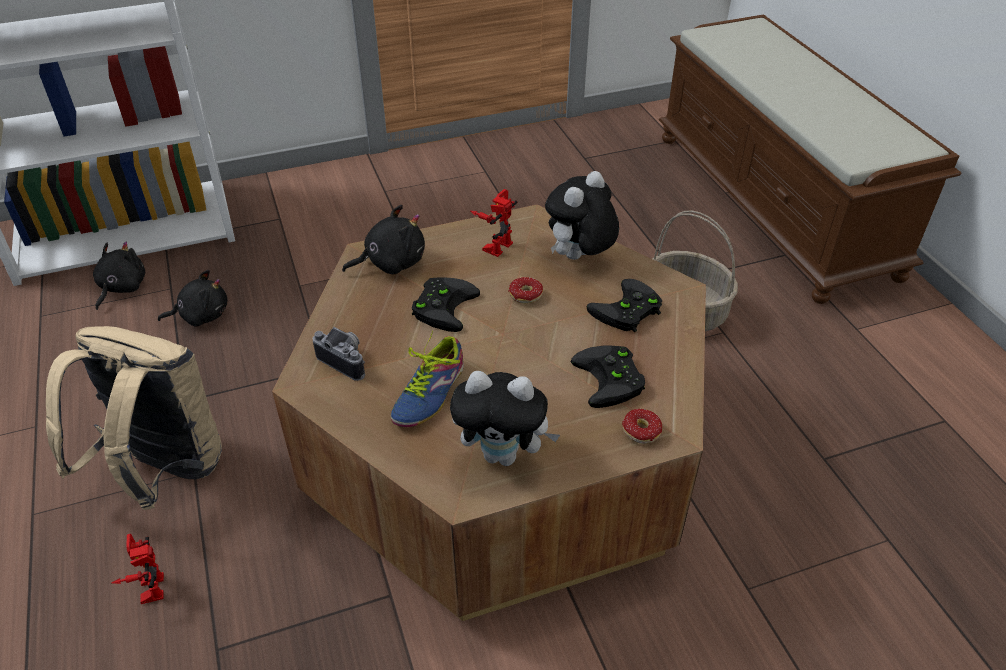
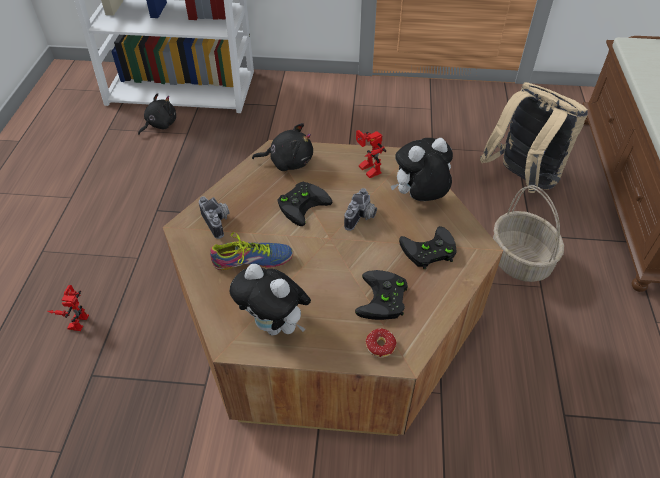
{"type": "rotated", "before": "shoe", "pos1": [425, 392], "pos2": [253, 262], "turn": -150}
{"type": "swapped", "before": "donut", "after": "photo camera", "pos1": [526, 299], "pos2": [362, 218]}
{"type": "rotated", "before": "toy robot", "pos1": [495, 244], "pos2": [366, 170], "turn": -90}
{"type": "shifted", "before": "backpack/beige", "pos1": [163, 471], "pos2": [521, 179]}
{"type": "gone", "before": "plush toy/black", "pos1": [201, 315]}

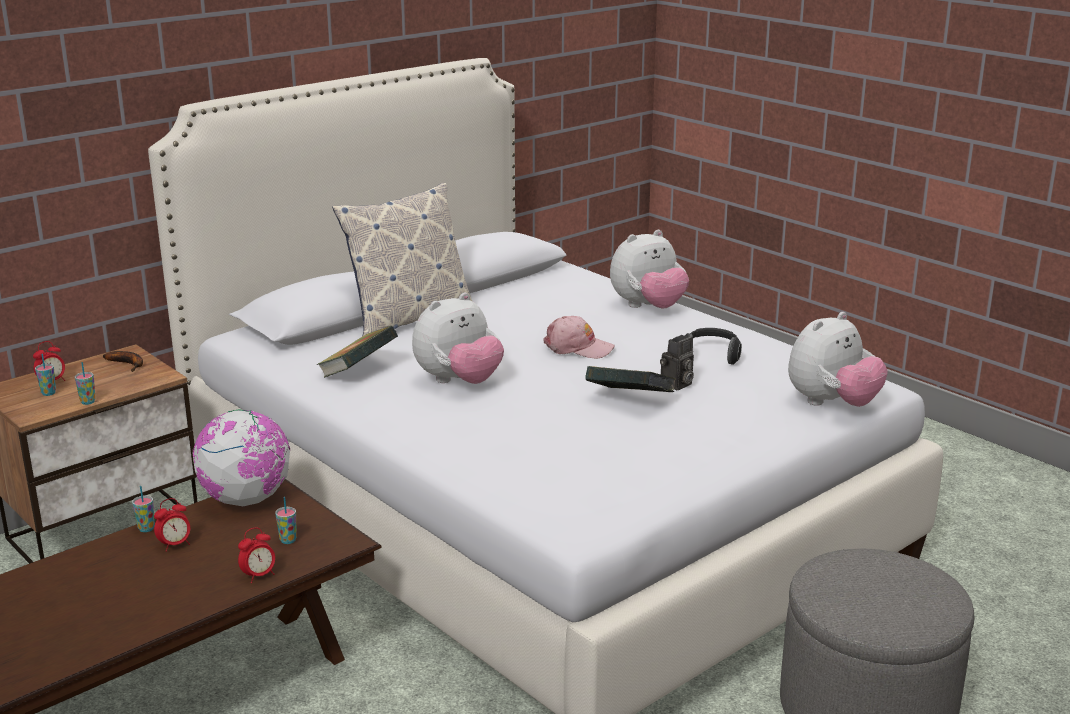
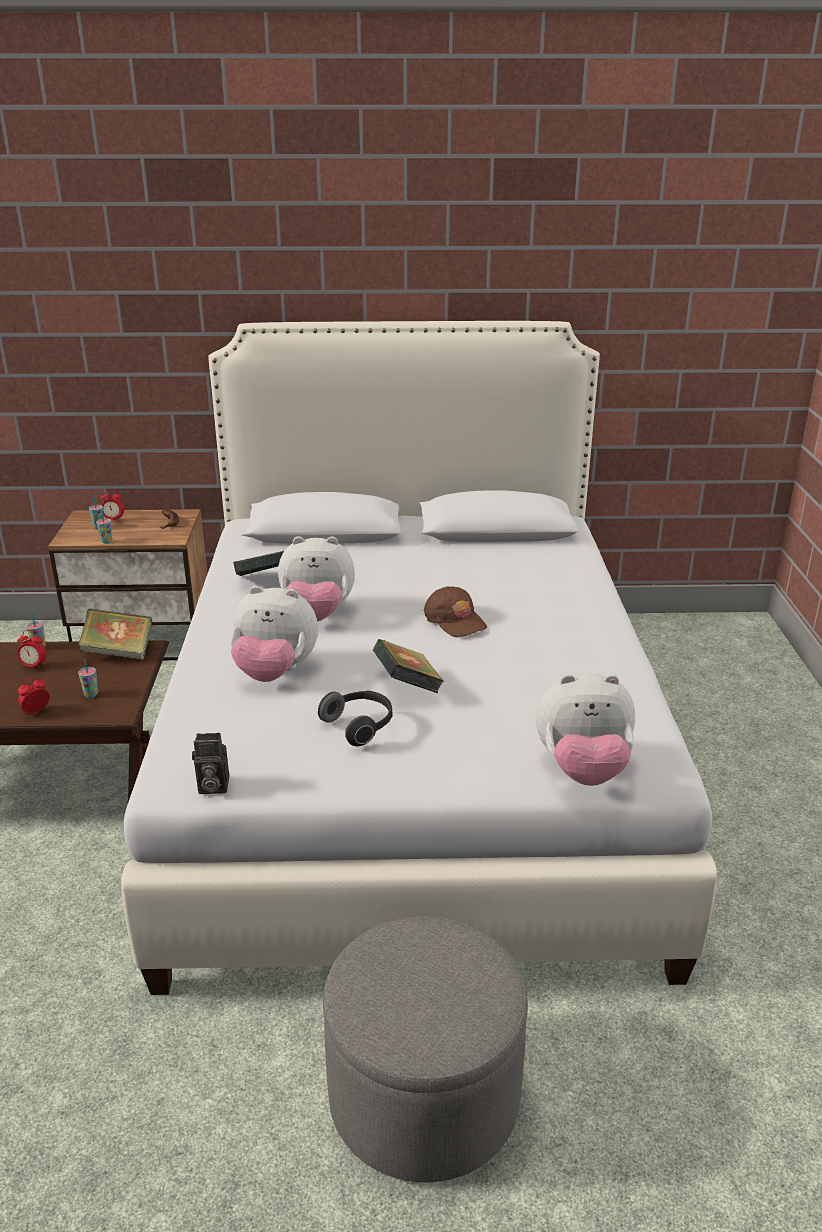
{"type": "rotated", "before": "alarm clock", "pos1": [259, 576], "pos2": [36, 712], "turn": 135}
{"type": "swapped", "before": "globe", "after": "book", "pos1": [247, 499], "pos2": [119, 652]}
{"type": "shifted", "before": "photo camera", "pos1": [676, 385], "pos2": [211, 786]}
{"type": "shifted", "before": "plush toy", "pos1": [648, 307], "pos2": [275, 672]}
{"type": "shifted", "before": "headphones", "pos1": [711, 355], "pos2": [360, 726]}
{"type": "repainted", "before": "cap/pink", "after": "cap/brown", "pos1": [578, 347], "pos2": [455, 620]}
{"type": "gone", "before": "pillow", "pos1": [408, 319]}

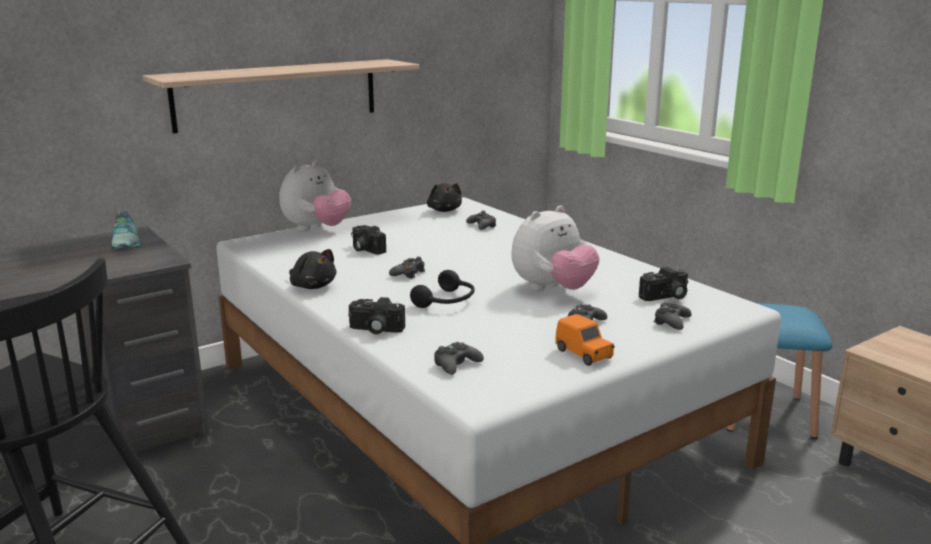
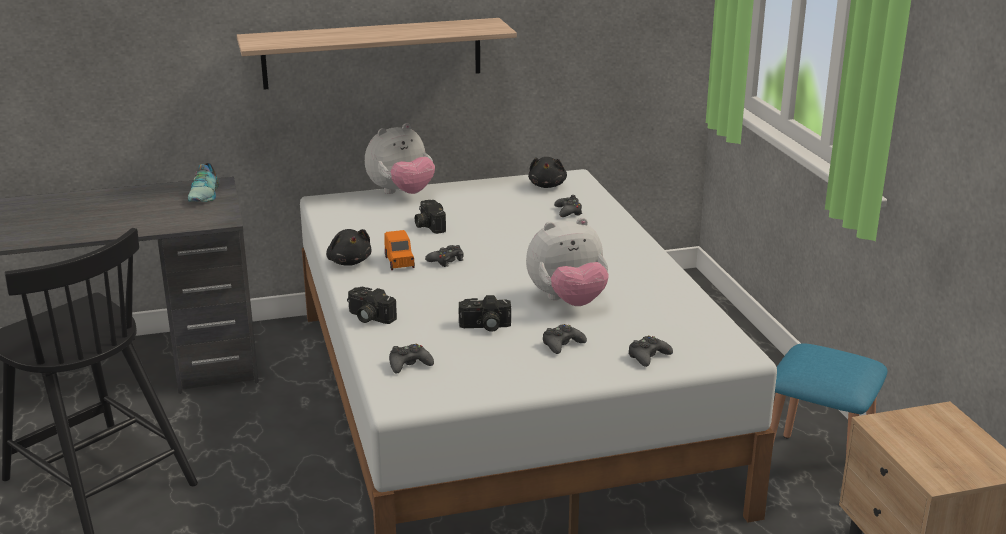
{"type": "shifted", "before": "toy car/orange", "pos1": [584, 354], "pos2": [399, 262]}
{"type": "shifted", "before": "photo camera", "pos1": [665, 297], "pos2": [485, 326]}
{"type": "gone", "before": "headphones/black", "pos1": [447, 301]}

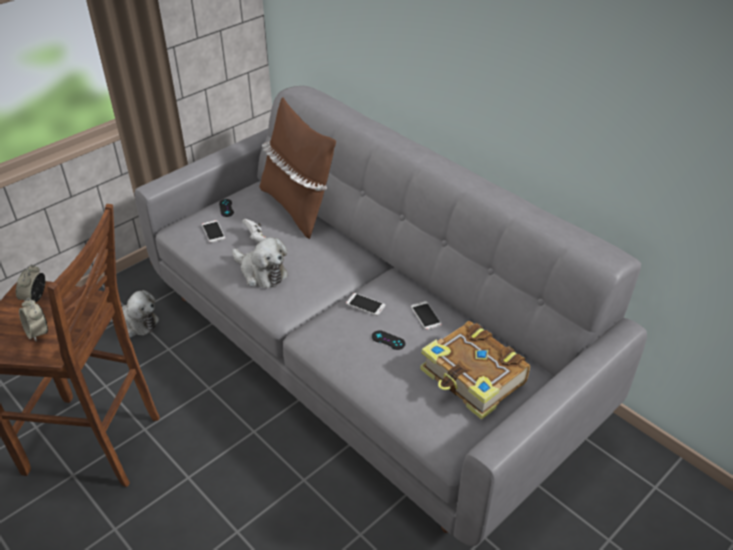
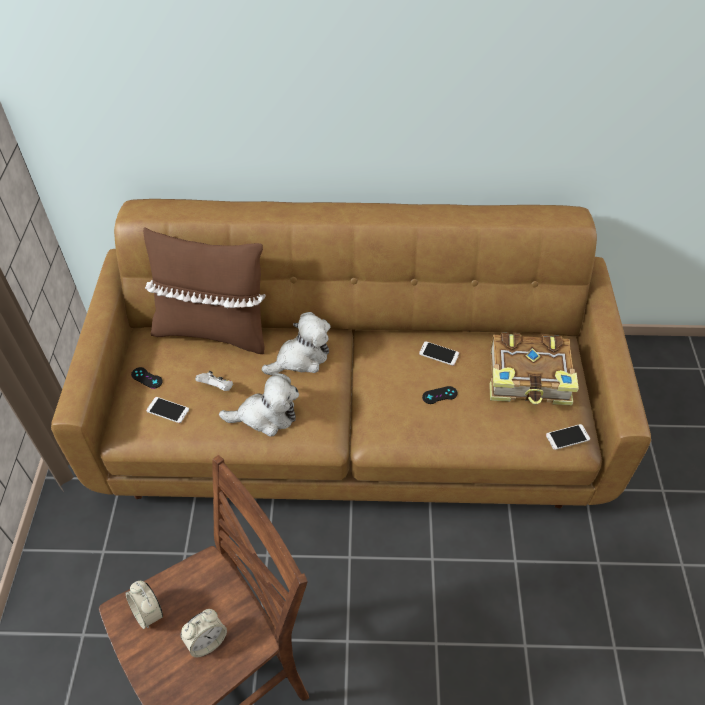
{"type": "repainted", "before": "sofa/grey", "after": "sofa/brown", "pos1": [366, 351], "pos2": [352, 418]}
{"type": "rotated", "before": "alarm clock", "pos1": [38, 333], "pos2": [206, 640], "turn": -45}
{"type": "shifted", "before": "plush toy", "pos1": [134, 323], "pos2": [301, 358]}
{"type": "shifted", "before": "phone", "pos1": [365, 304], "pos2": [567, 437]}

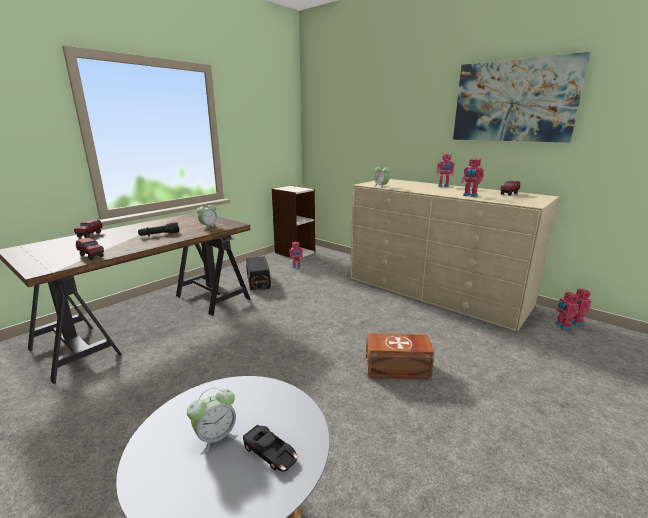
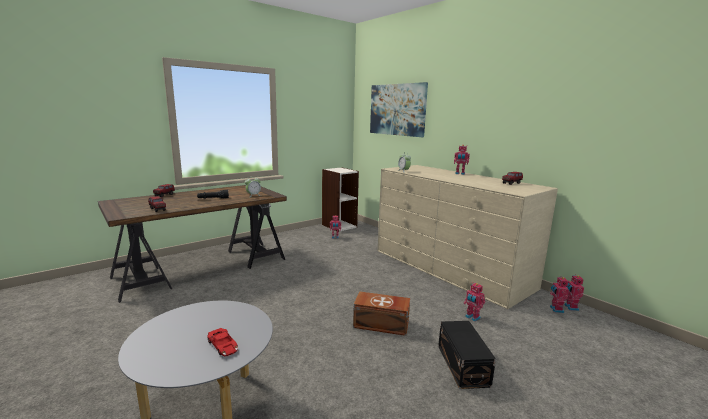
{"type": "repainted", "before": "toy car/black", "after": "toy car/red", "pos1": [270, 452], "pos2": [223, 346]}
{"type": "shifted", "before": "picture", "pos1": [513, 101], "pos2": [397, 109]}
{"type": "shifted", "before": "storage box/black", "pos1": [259, 281], "pos2": [463, 364]}
{"type": "shifted", "before": "toy robot", "pos1": [470, 195], "pos2": [472, 317]}
{"type": "gone", "before": "alarm clock", "pos1": [216, 437]}

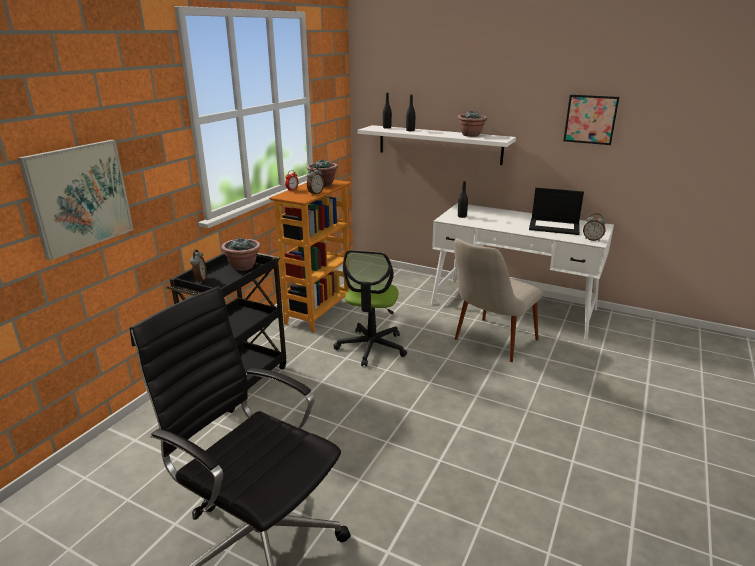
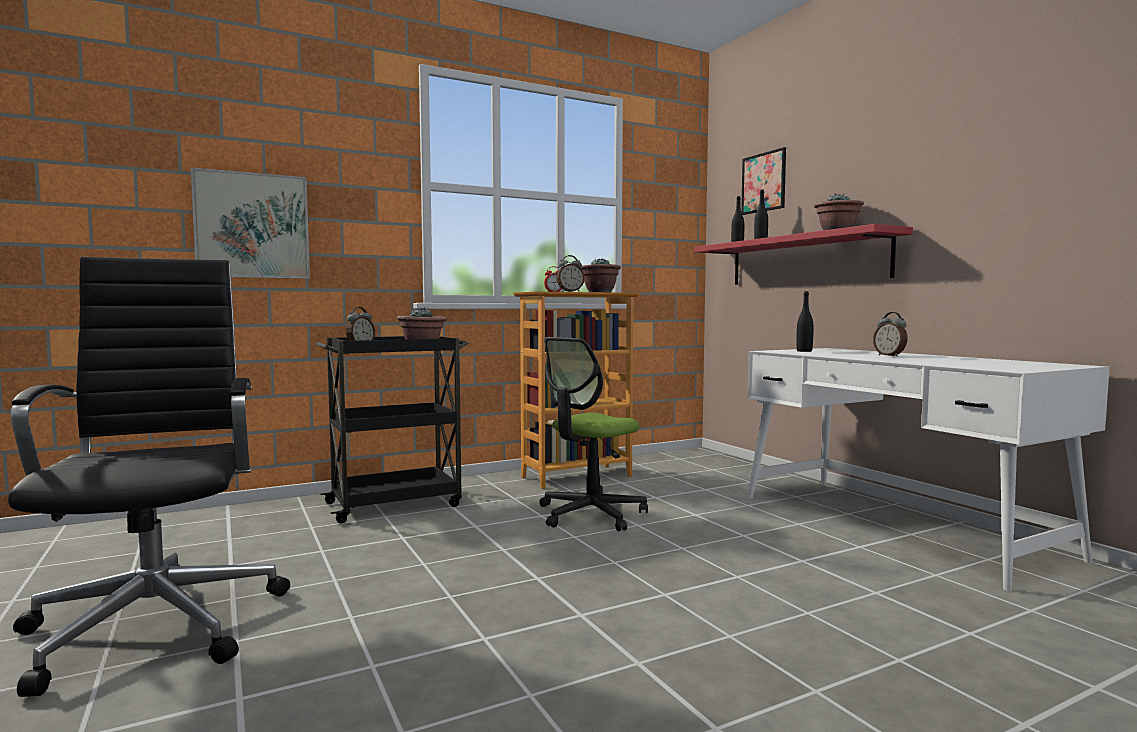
{"type": "repainted", "before": "shelf/white", "after": "shelf/red", "pos1": [439, 144], "pos2": [805, 260]}
{"type": "shifted", "before": "picture", "pos1": [590, 119], "pos2": [763, 182]}
{"type": "shifted", "before": "alarm clock", "pos1": [592, 239], "pos2": [890, 355]}
{"type": "gone", "before": "chair/beige", "pos1": [489, 345]}
{"type": "gone", "before": "laptop", "pos1": [554, 227]}

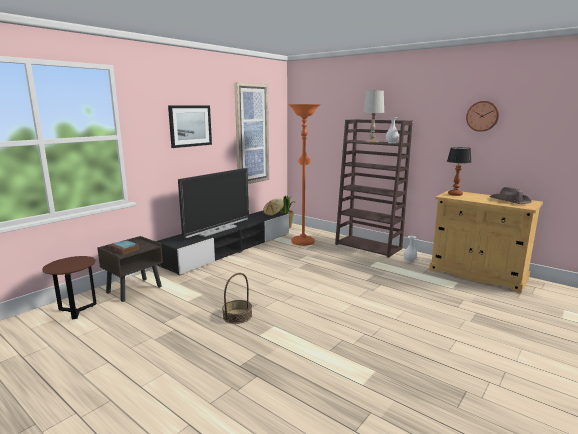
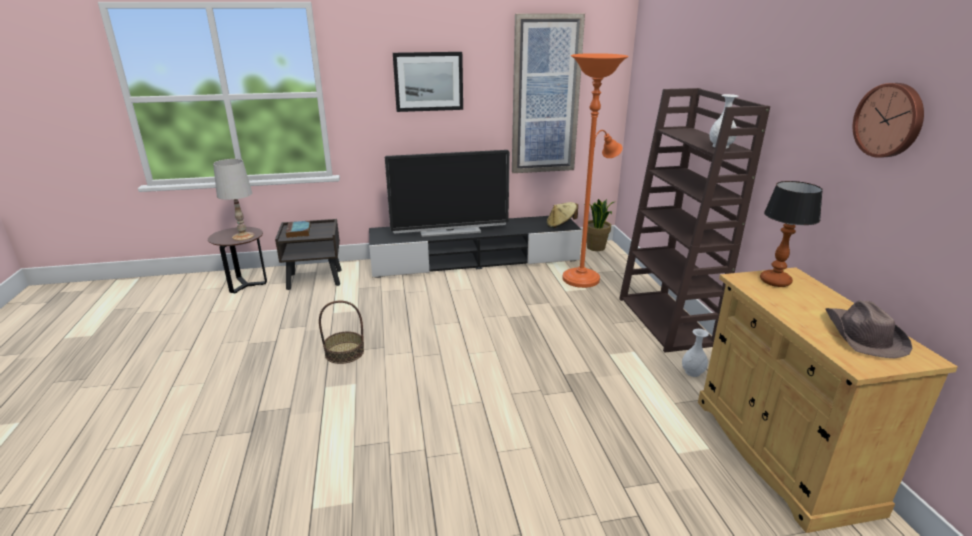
{"type": "shifted", "before": "table lamp/white", "pos1": [371, 141], "pos2": [243, 236]}

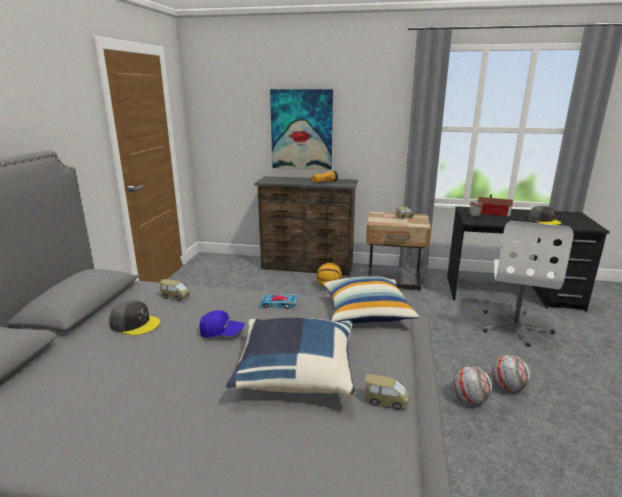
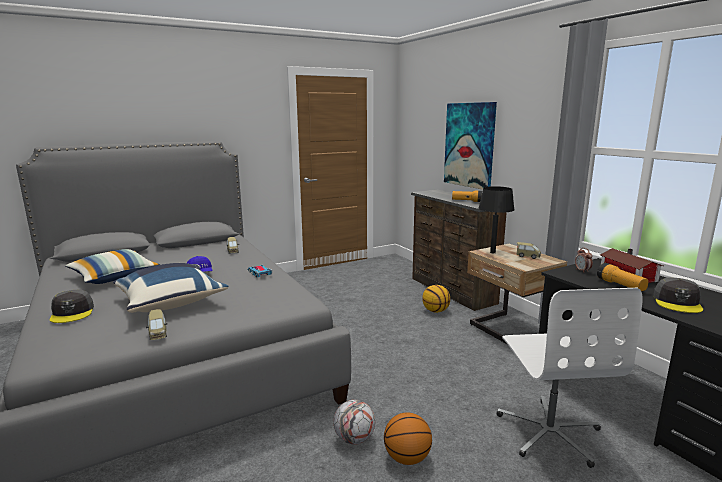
{"type": "shifted", "before": "cap/grey", "pos1": [135, 324], "pos2": [72, 313]}
{"type": "shifted", "before": "pillow", "pos1": [365, 312], "pos2": [114, 277]}
{"type": "swapped", "before": "football", "after": "basketball", "pos1": [508, 387], "pos2": [407, 458]}
{"type": "new", "after": "table lamp/black", "pos2": [493, 252]}
{"type": "rotated", "before": "office chair/white", "pos1": [515, 327], "pos2": [549, 432], "turn": -75}
{"type": "new", "after": "flashlight", "pos2": [620, 285]}

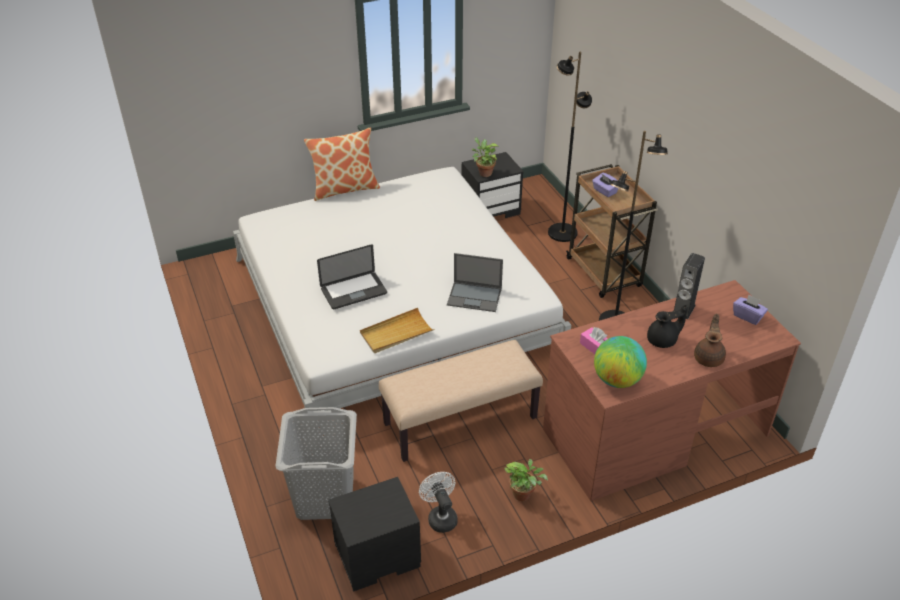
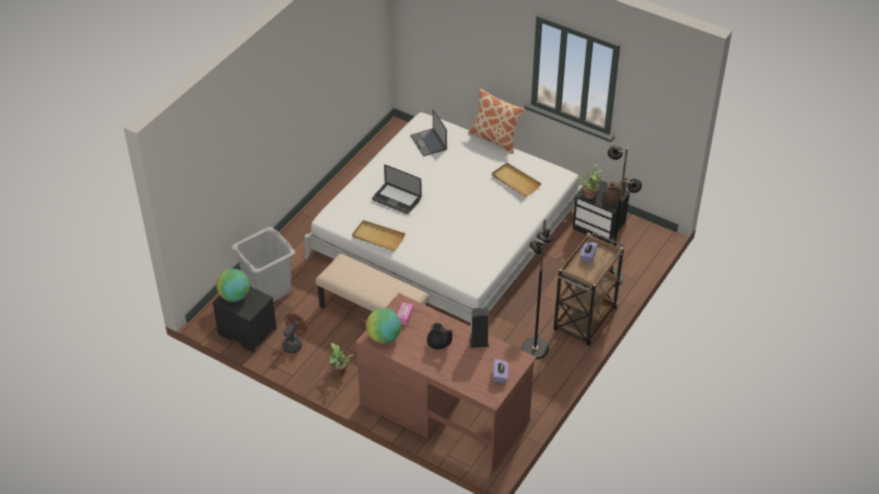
{"type": "new", "after": "globe", "pos2": [234, 296]}
{"type": "repainted", "before": "fan/white", "after": "fan/brown", "pos1": [440, 516], "pos2": [294, 343]}
{"type": "shifted", "before": "laptop", "pos1": [475, 297], "pos2": [428, 143]}
{"type": "new", "after": "tray/beige", "pos2": [515, 181]}
{"type": "shifted", "before": "teapot/brown", "pos1": [709, 358], "pos2": [613, 199]}

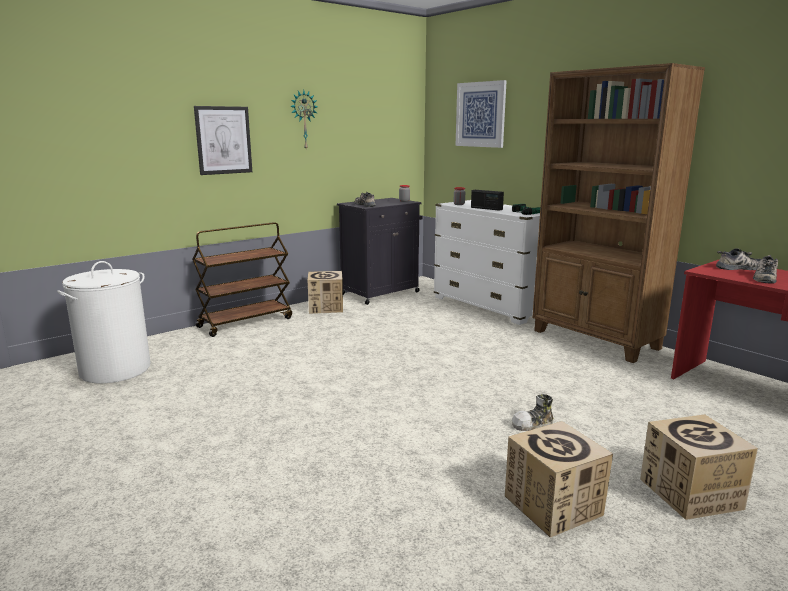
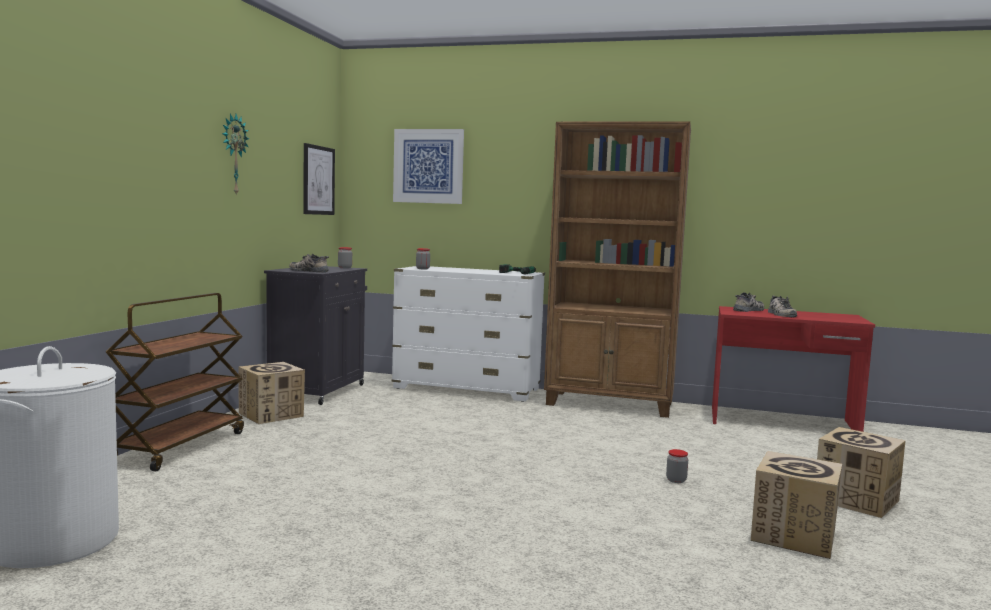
{"type": "shifted", "before": "picture", "pos1": [223, 140], "pos2": [318, 180]}
{"type": "swapped", "before": "shoe", "after": "jar", "pos1": [533, 424], "pos2": [676, 480]}
{"type": "gone", "before": "radio", "pos1": [486, 208]}

